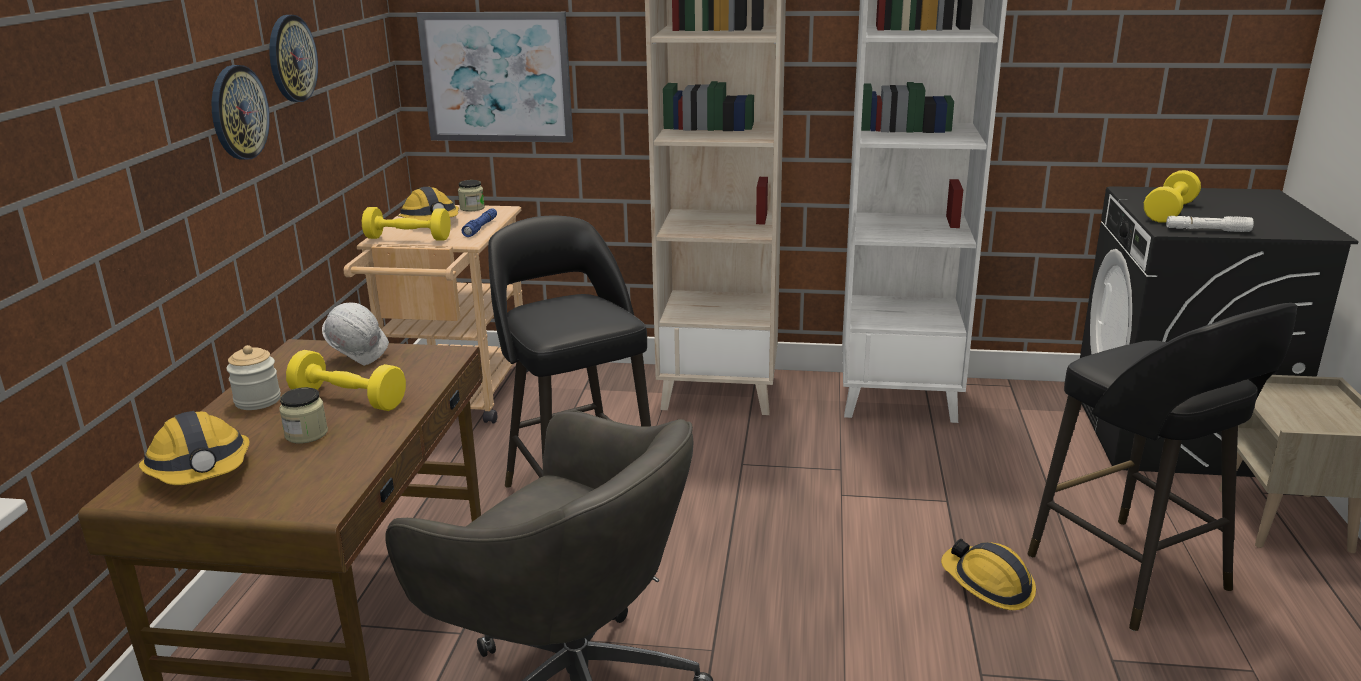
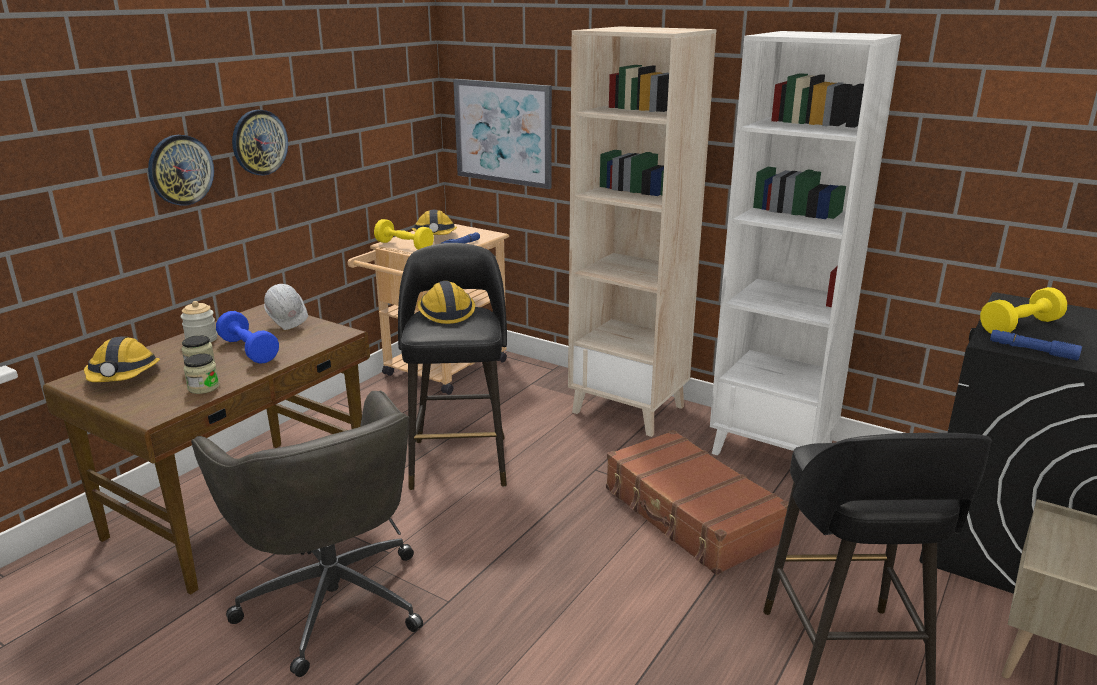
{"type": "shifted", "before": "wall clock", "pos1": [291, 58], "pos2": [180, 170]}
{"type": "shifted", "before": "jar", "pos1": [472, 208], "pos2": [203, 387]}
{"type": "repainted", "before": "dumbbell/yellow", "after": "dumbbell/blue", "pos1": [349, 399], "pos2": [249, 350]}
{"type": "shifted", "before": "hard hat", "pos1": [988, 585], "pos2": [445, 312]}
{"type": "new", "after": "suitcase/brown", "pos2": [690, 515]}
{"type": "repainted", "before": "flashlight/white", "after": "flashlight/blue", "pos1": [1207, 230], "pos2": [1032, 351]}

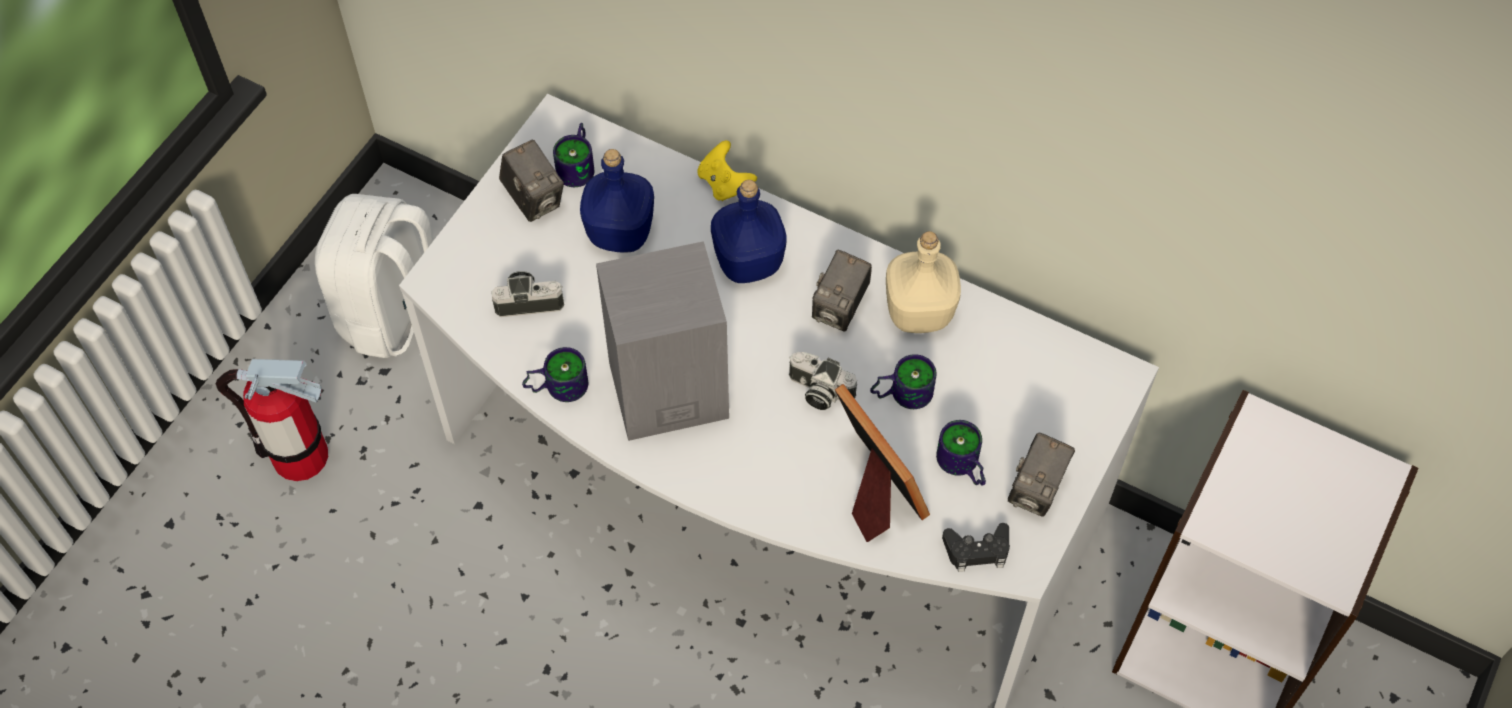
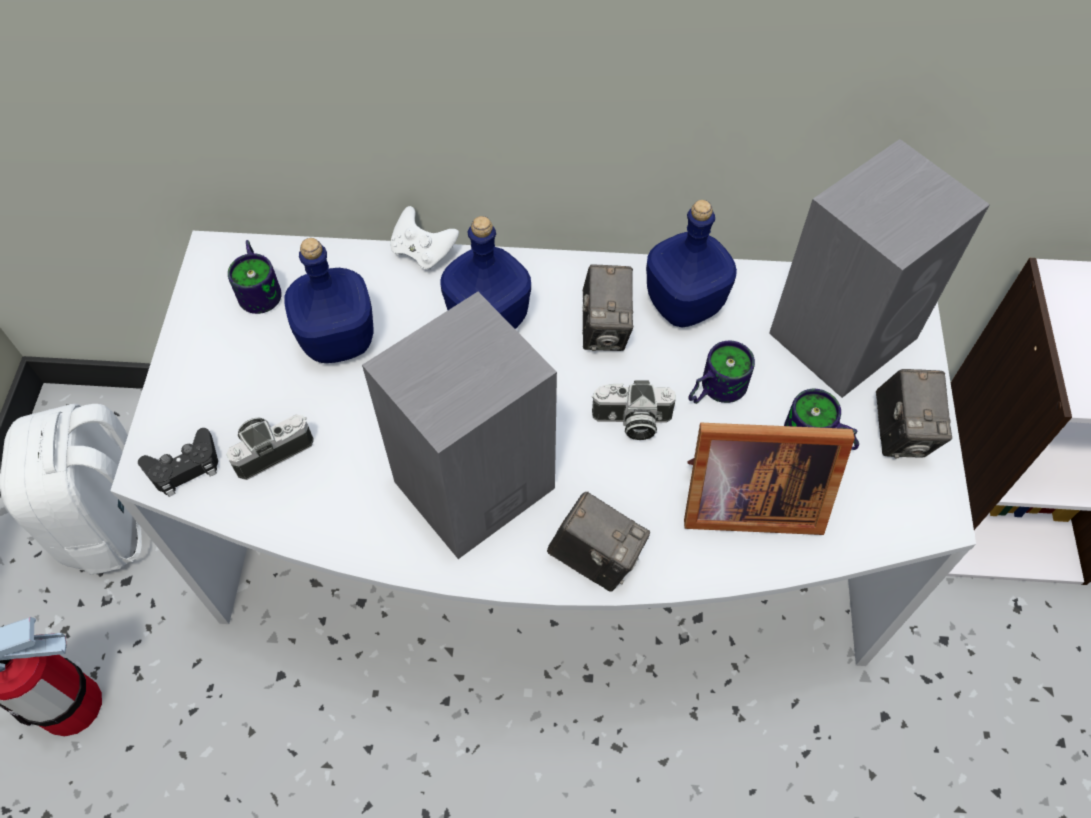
{"type": "shifted", "before": "game controller/black", "pos1": [977, 550], "pos2": [184, 467]}
{"type": "repainted", "before": "game controller/yellow", "after": "game controller/white", "pos1": [725, 183], "pos2": [423, 252]}
{"type": "shifted", "before": "photo camera", "pos1": [534, 199], "pos2": [596, 558]}
{"type": "repainted", "before": "bottle/beige", "after": "bottle/blue", "pos1": [920, 312], "pos2": [685, 303]}
{"type": "rotated", "before": "picture frame", "pos1": [874, 489], "pos2": [745, 500], "turn": 150}
{"type": "new", "after": "speaker/grey", "pos2": [845, 334]}
{"type": "gone", "before": "mug", "pos1": [556, 385]}

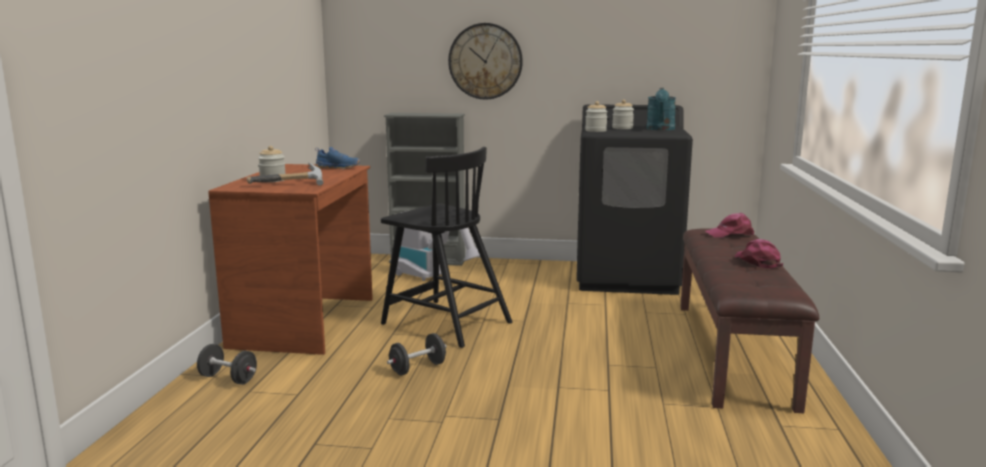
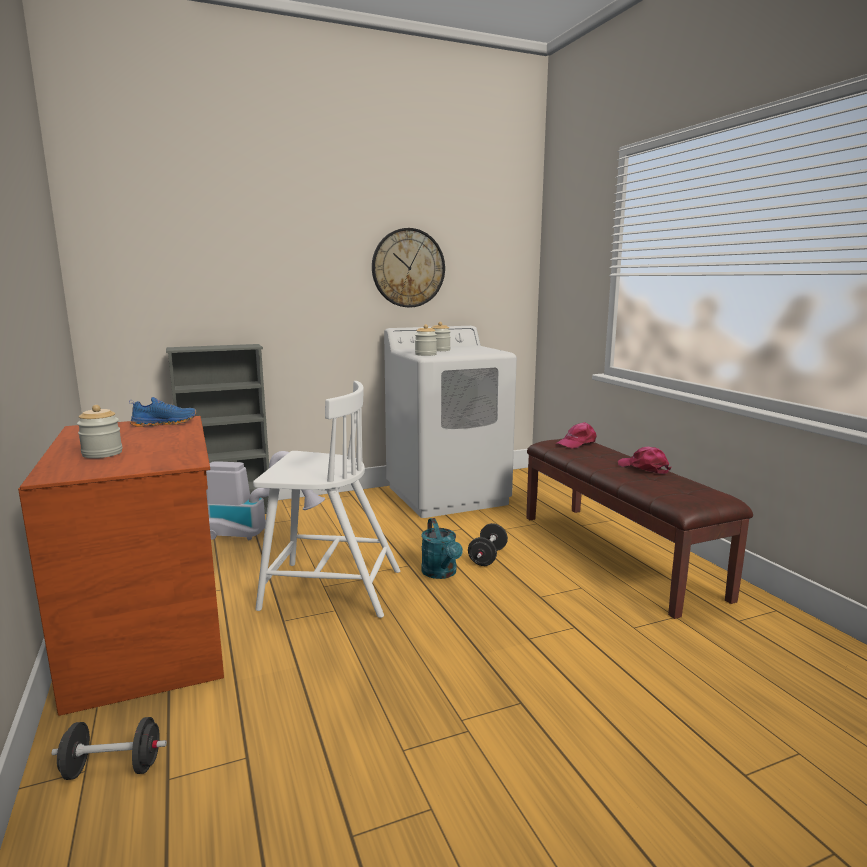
{"type": "repainted", "before": "chair/black", "after": "chair/white", "pos1": [444, 322], "pos2": [329, 589]}
{"type": "shifted", "before": "wall clock", "pos1": [485, 61], "pos2": [408, 268]}
{"type": "repainted", "before": "washing machine/black", "after": "washing machine/white", "pos1": [627, 277], "pos2": [448, 495]}
{"type": "shifted", "before": "watering can/turquoise", "pos1": [660, 129], "pos2": [441, 573]}
{"type": "shifted", "before": "dumbbell/black", "pos1": [417, 368], "pos2": [487, 557]}
{"type": "gone", "before": "hammer", "pos1": [289, 185]}

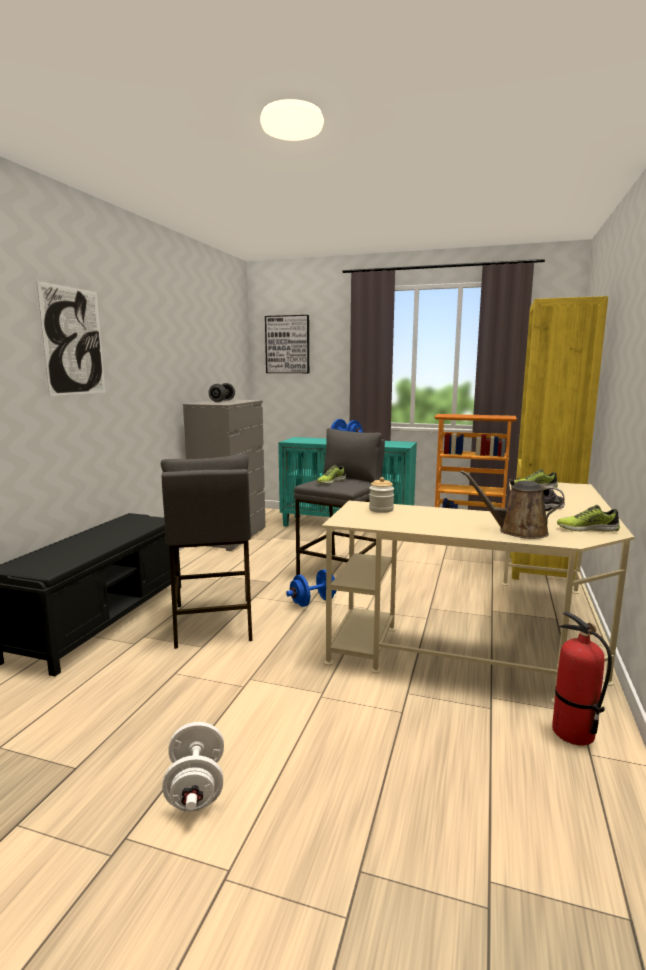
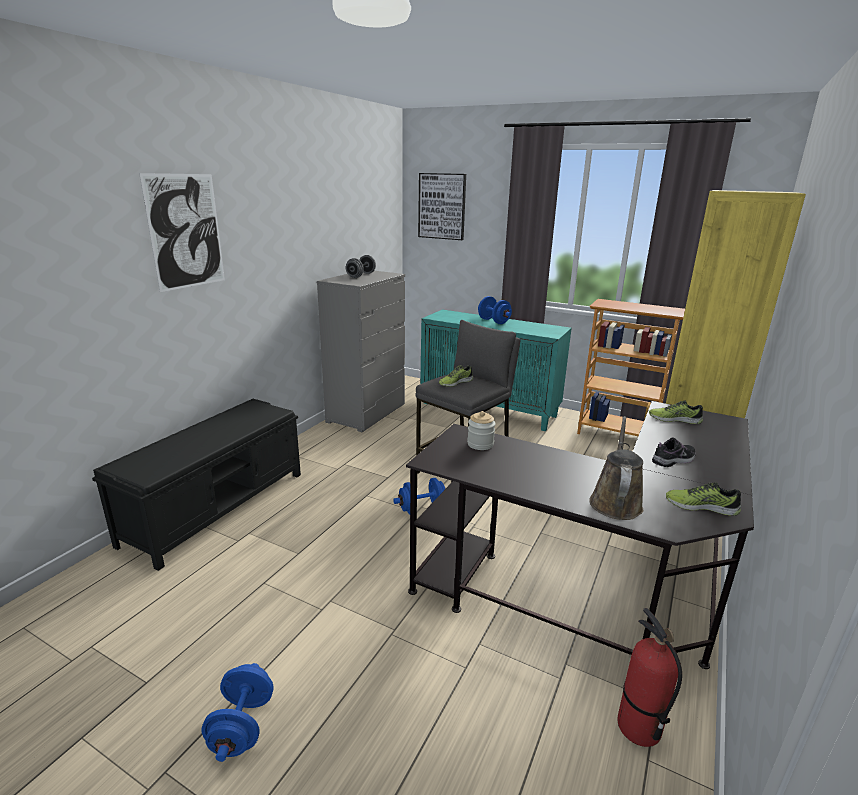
{"type": "repainted", "before": "dumbbell/white", "after": "dumbbell/blue", "pos1": [196, 788], "pos2": [242, 726]}
{"type": "repainted", "before": "desk/beige", "after": "desk/black", "pos1": [496, 639], "pos2": [598, 585]}
{"type": "rotated", "before": "watering can/brown", "pos1": [517, 531], "pos2": [615, 501], "turn": 75}
{"type": "gone", "before": "stool/grey", "pos1": [213, 622]}

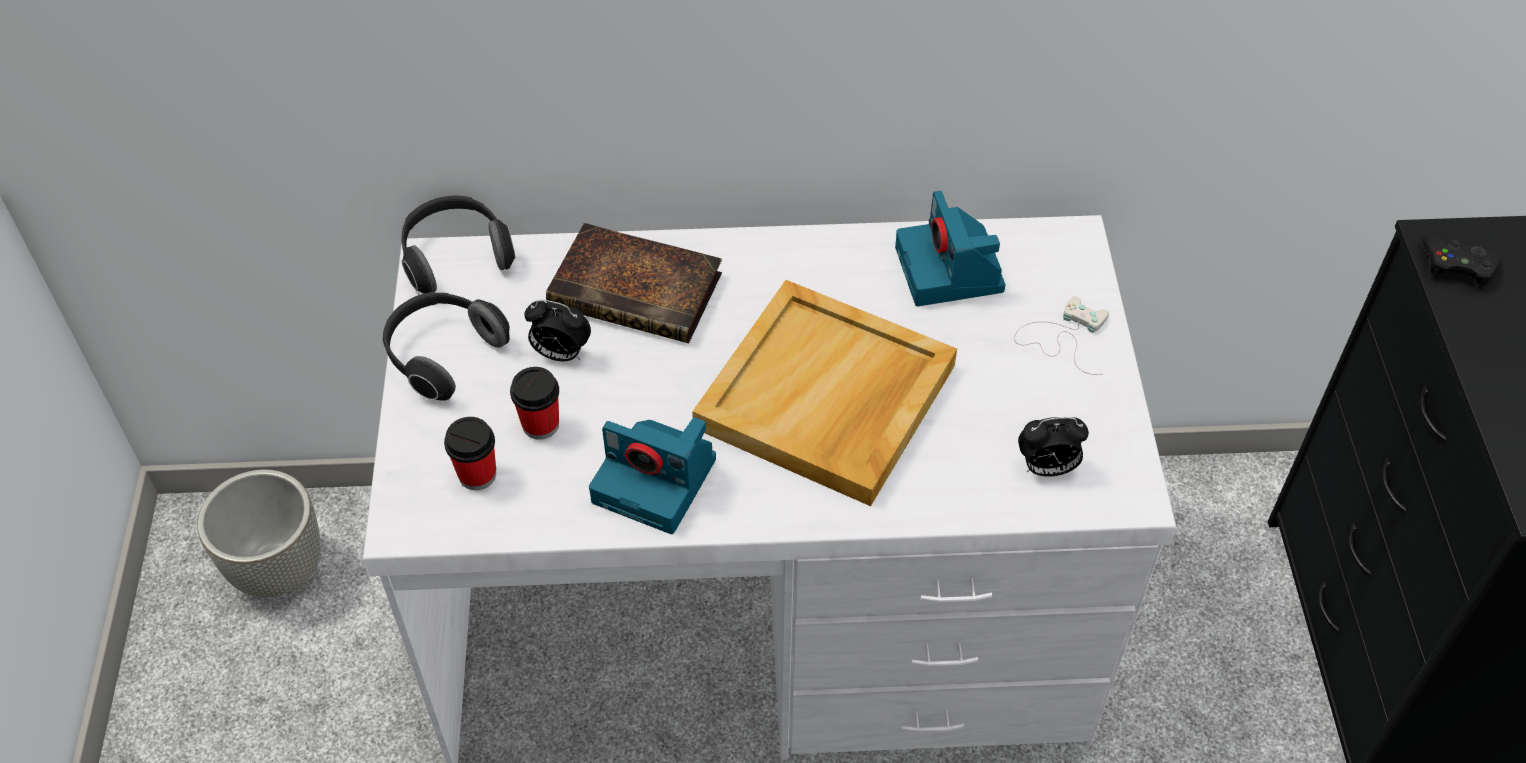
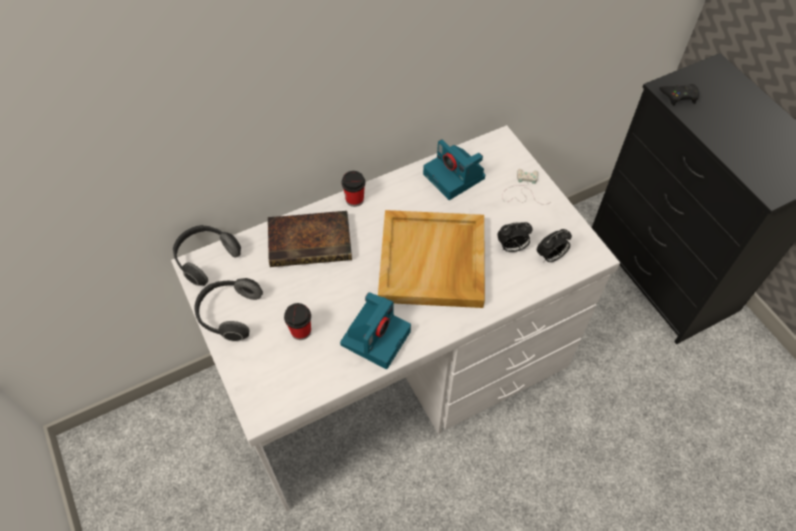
{"type": "rotated", "before": "photo camera", "pos1": [657, 480], "pos2": [376, 336], "turn": -60}
{"type": "shifted", "before": "cup", "pos1": [477, 474], "pos2": [354, 199]}
{"type": "shifted", "before": "alarm clock", "pos1": [560, 354], "pos2": [512, 247]}
{"type": "gone", "before": "planter/grey", "pos1": [278, 570]}

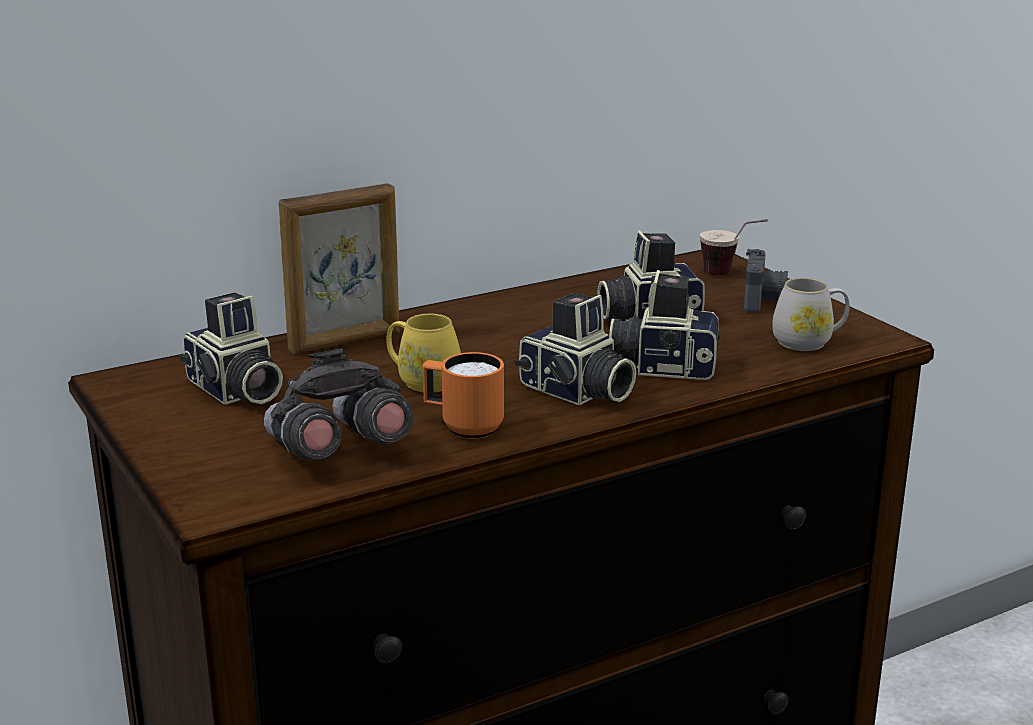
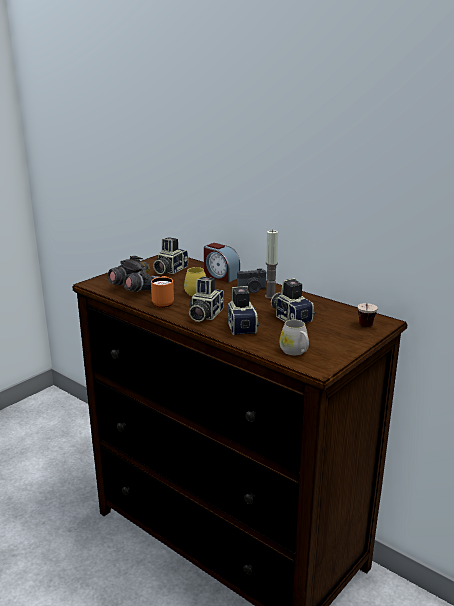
{"type": "swapped", "before": "picture frame", "after": "alarm clock", "pos1": [346, 342], "pos2": [220, 276]}
{"type": "shifted", "before": "photo camera", "pos1": [763, 301], "pos2": [252, 289]}
{"type": "new", "after": "candle", "pos2": [270, 296]}

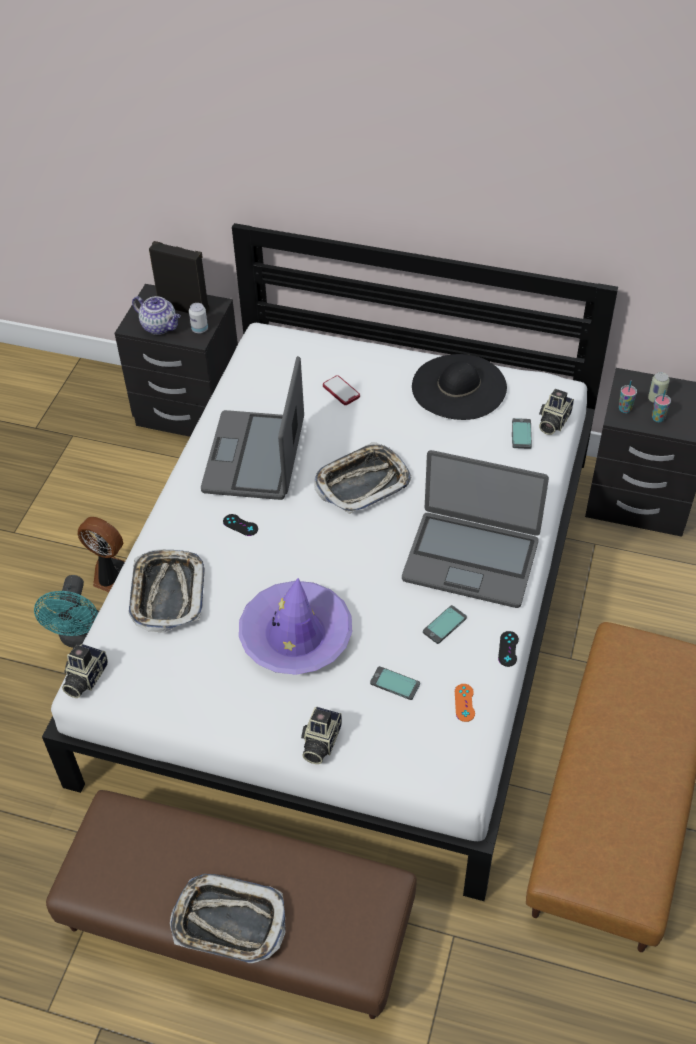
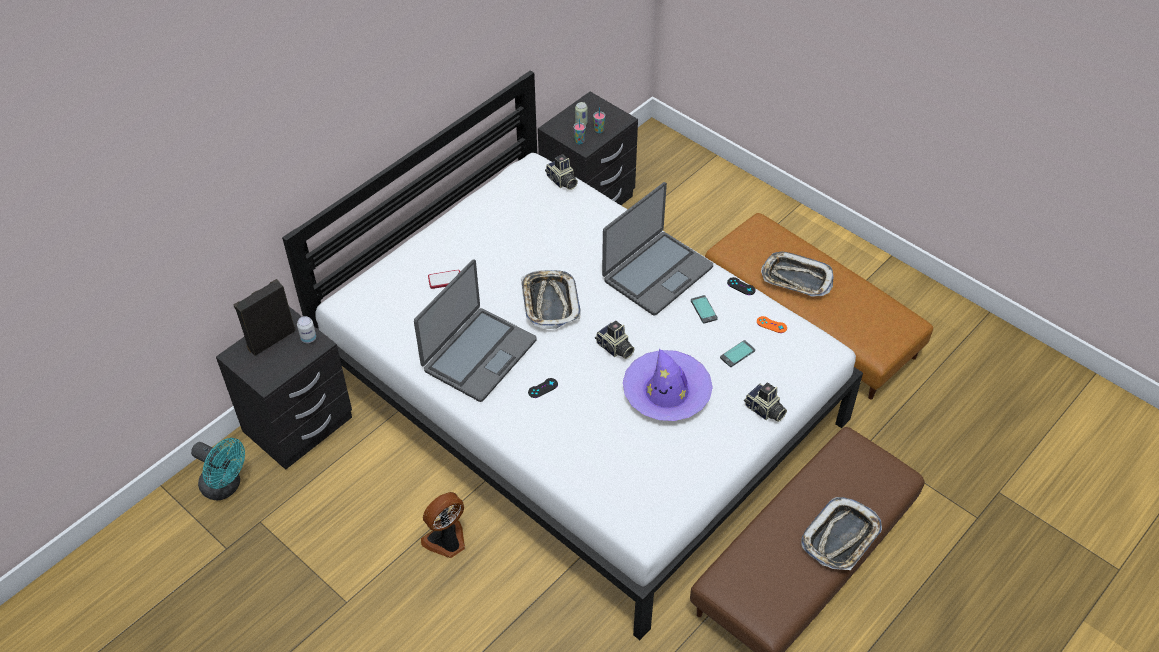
{"type": "shifted", "before": "fan/turquoise", "pos1": [81, 637], "pos2": [226, 487]}
{"type": "rotated", "before": "laptop", "pos1": [255, 456], "pos2": [478, 354], "turn": -90}
{"type": "shifted", "before": "photo camera", "pos1": [84, 678], "pos2": [614, 348]}
{"type": "shifted", "before": "tray", "pos1": [167, 593], "pos2": [796, 279]}
{"type": "gone", "before": "teapot", "pos1": [160, 327]}
{"type": "gone", "before": "hat/black", "pos1": [459, 387]}
{"type": "gone", "before": "phone", "pos1": [521, 434]}

